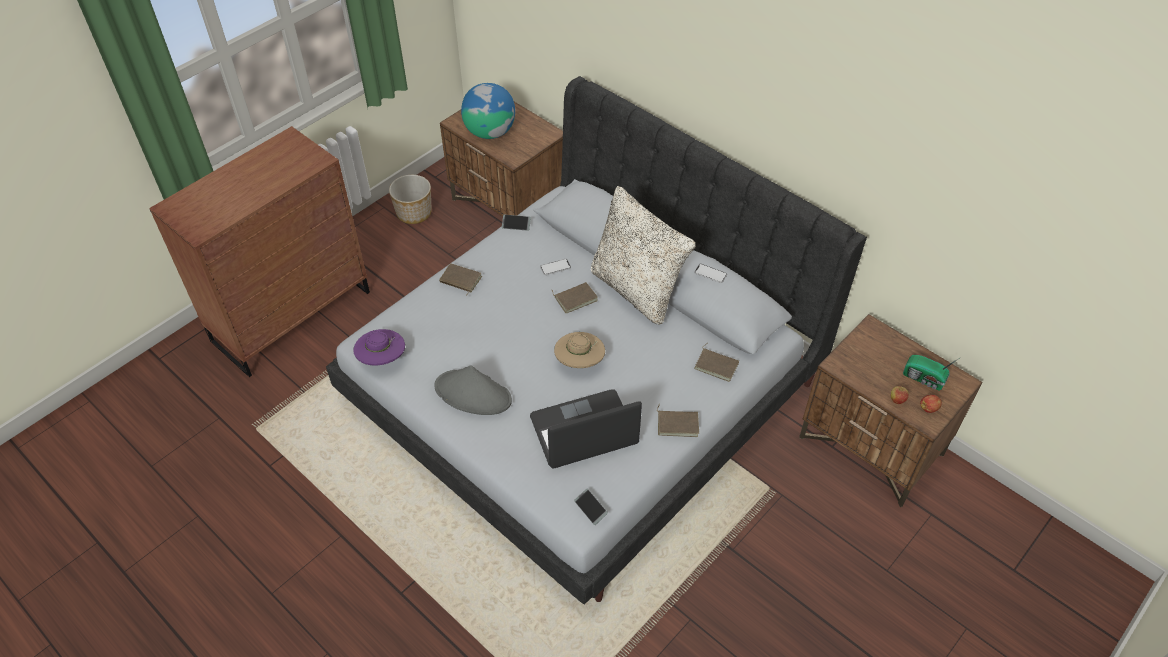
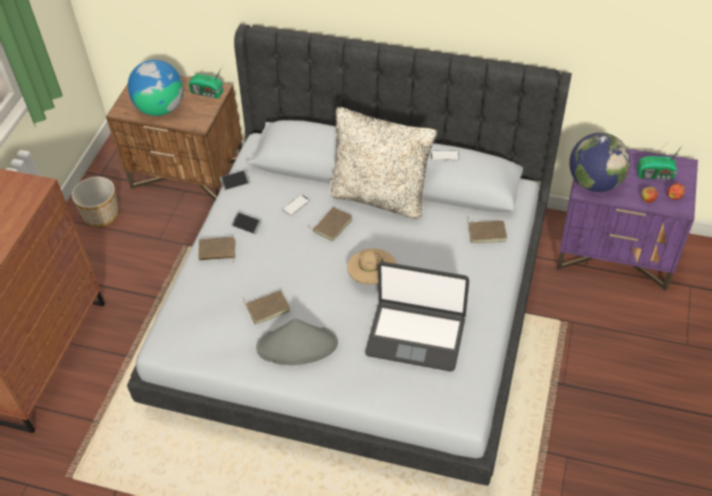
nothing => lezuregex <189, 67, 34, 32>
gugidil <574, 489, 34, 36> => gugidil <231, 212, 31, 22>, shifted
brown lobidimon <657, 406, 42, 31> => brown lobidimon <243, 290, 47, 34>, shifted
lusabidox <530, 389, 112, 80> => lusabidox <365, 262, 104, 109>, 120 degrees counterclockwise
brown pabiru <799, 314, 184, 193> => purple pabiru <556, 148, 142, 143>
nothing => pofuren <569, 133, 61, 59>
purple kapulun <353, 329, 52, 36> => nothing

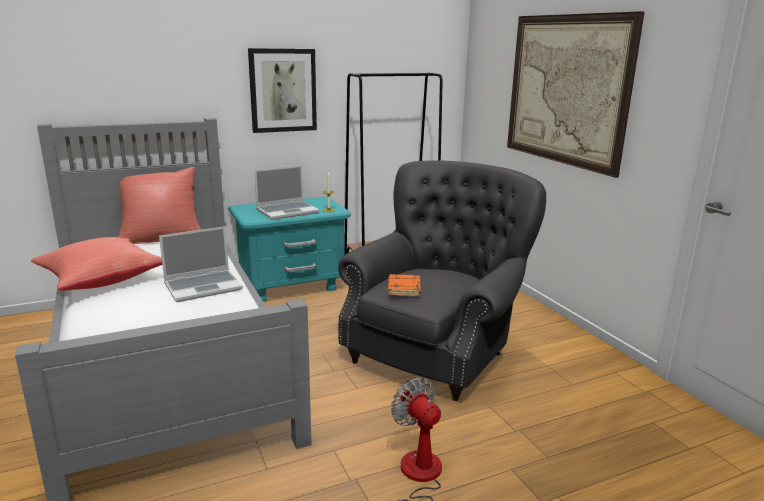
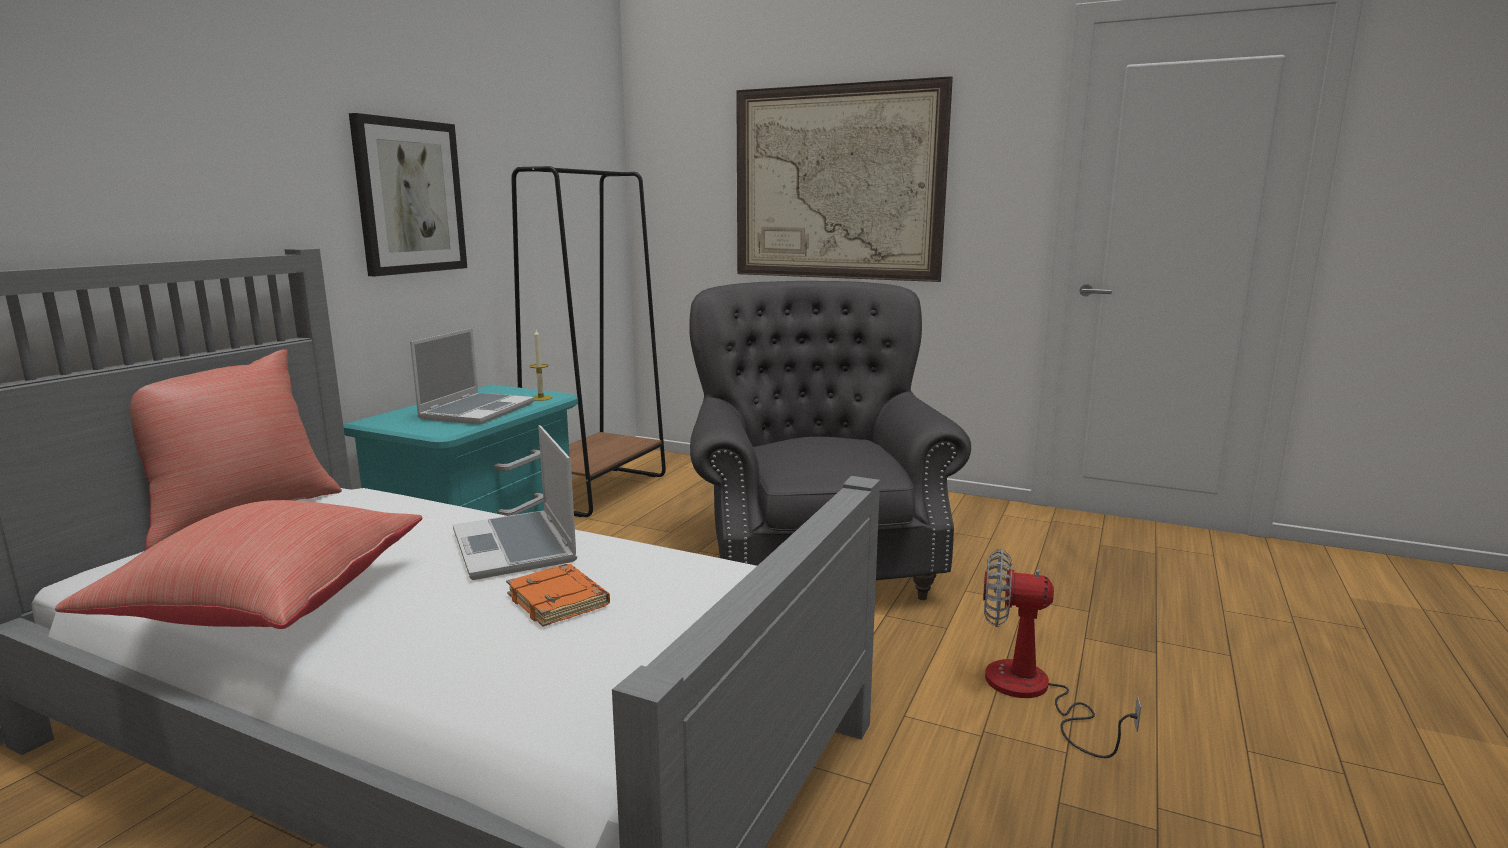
lusabidox <159, 226, 84, 76> => lusabidox <453, 425, 124, 155>, 135 degrees clockwise
orange lobidimon <388, 274, 33, 22> => orange lobidimon <506, 564, 104, 63>, shifted

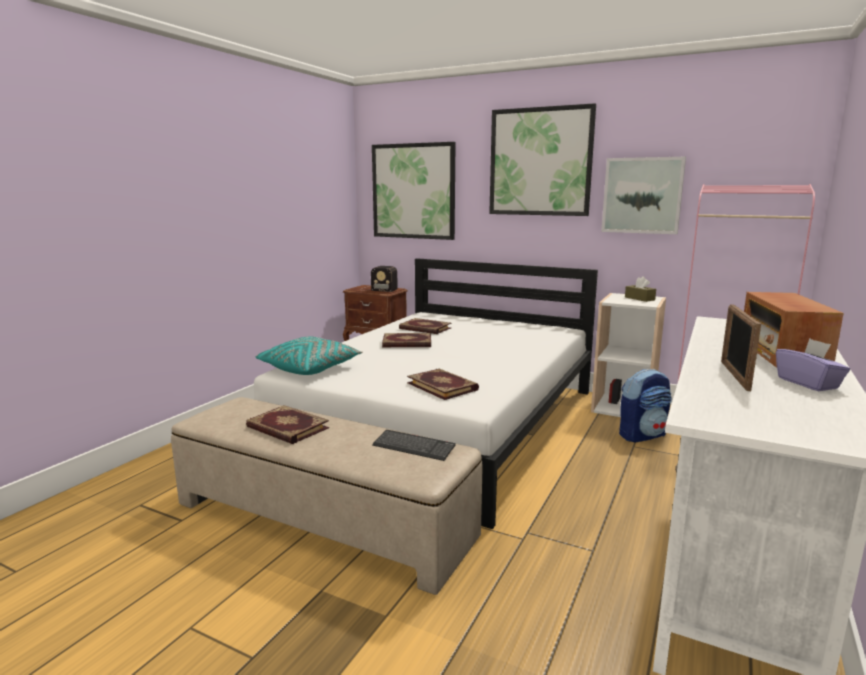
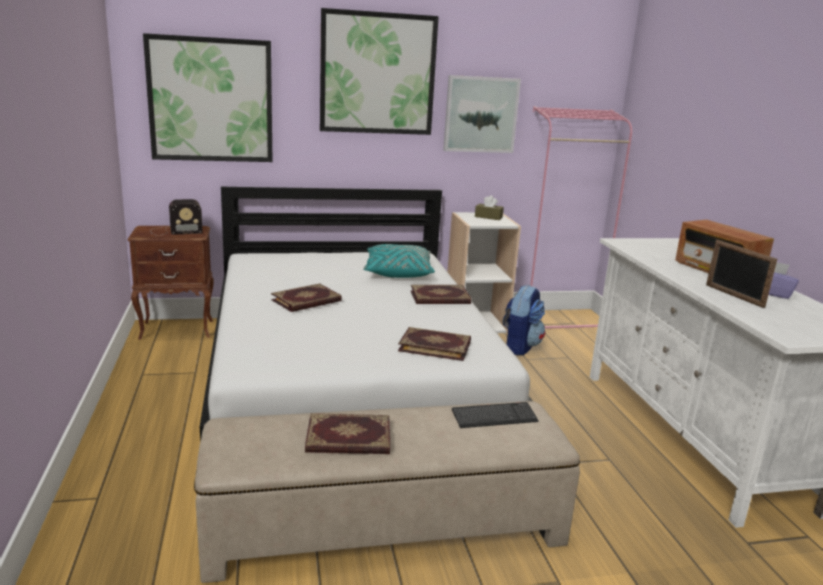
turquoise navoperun <256, 336, 107, 39> => turquoise navoperun <363, 244, 72, 34>, shifted
lobidimon <399, 318, 53, 16> => lobidimon <411, 285, 60, 19>, shifted

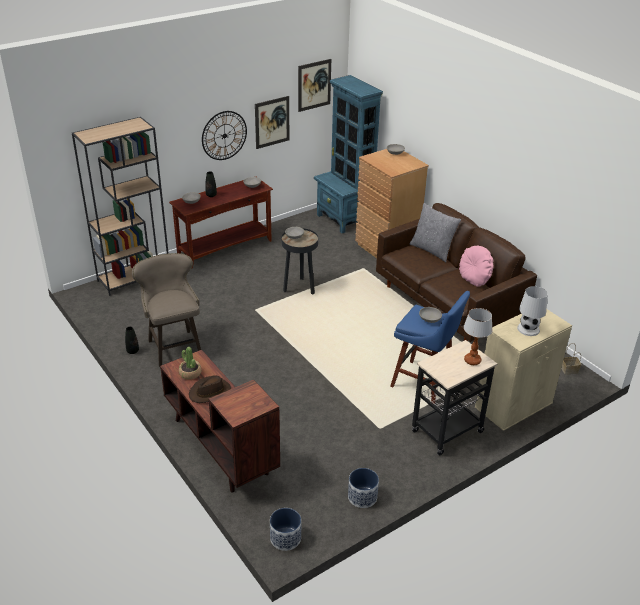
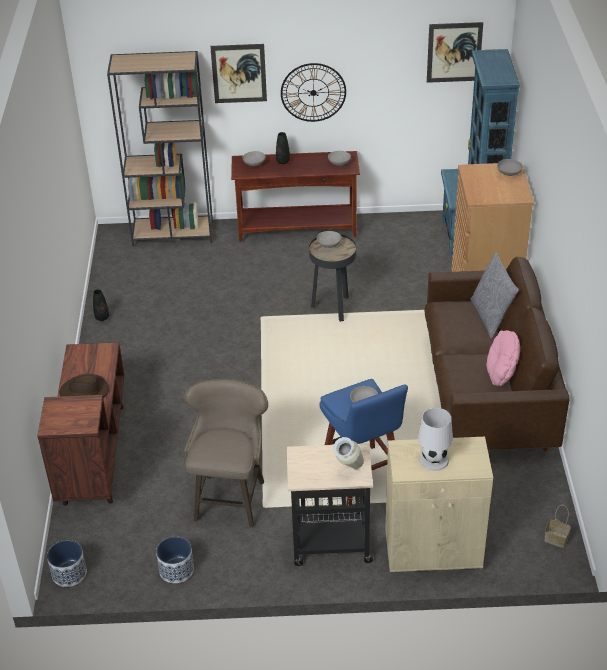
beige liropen <132, 253, 69, 114> => beige liropen <184, 379, 84, 148>, shifted
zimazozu <255, 96, 34, 53> => zimazozu <210, 44, 57, 59>, shifted
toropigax <464, 308, 29, 57> => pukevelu <333, 437, 31, 32>
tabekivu <179, 347, 23, 32> => nothing

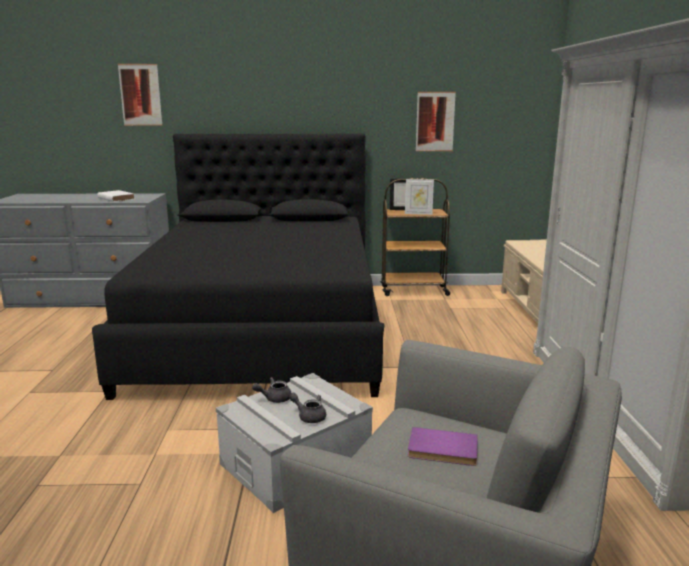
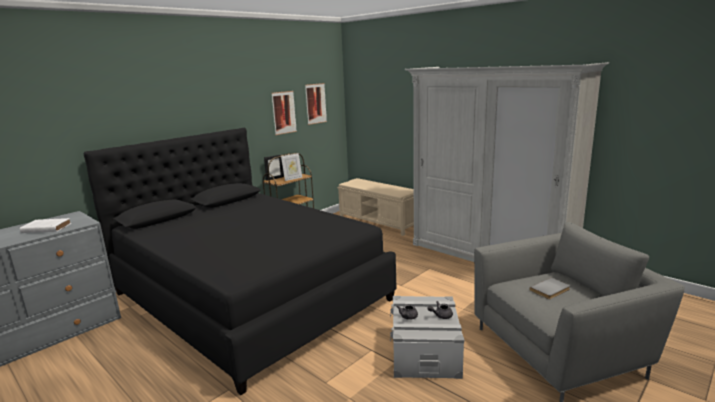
zimazozu <118, 64, 45, 62> => zimazozu <305, 83, 22, 42>, shifted
purple lobidimon <408, 427, 70, 39> => grey lobidimon <530, 278, 40, 21>

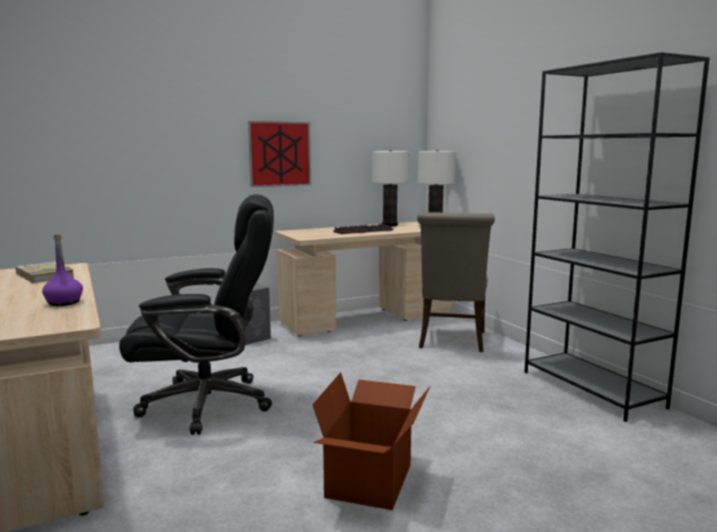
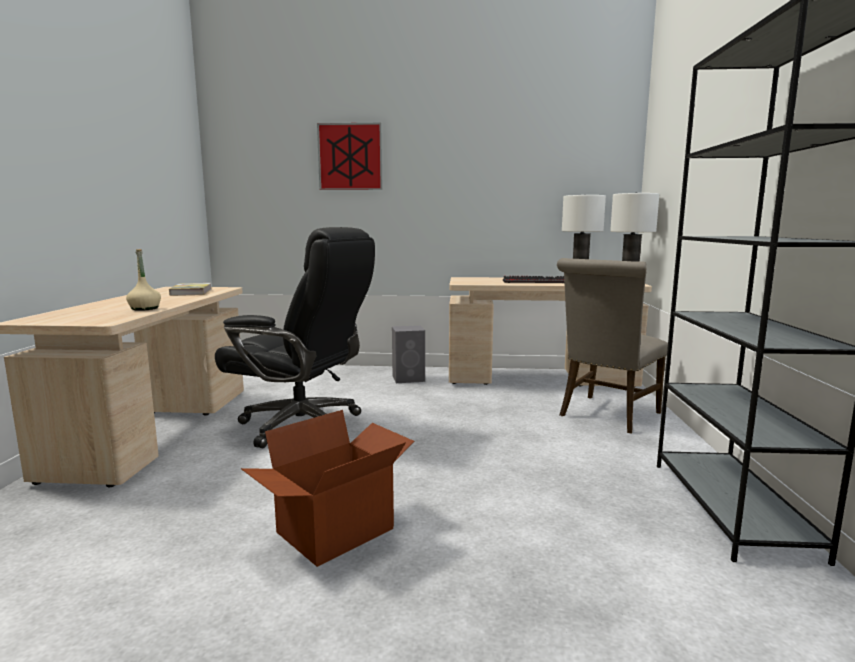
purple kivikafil <42, 233, 41, 73> => beige kivikafil <126, 249, 35, 62>
zimazozu <248, 121, 63, 66> => zimazozu <317, 123, 66, 67>, shifted

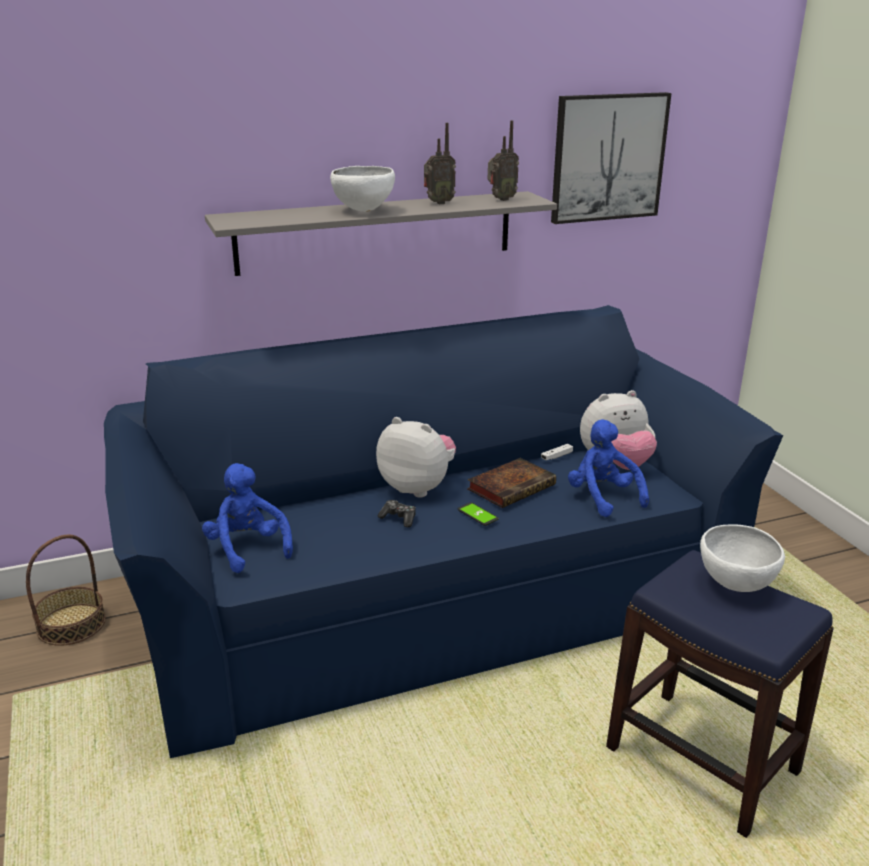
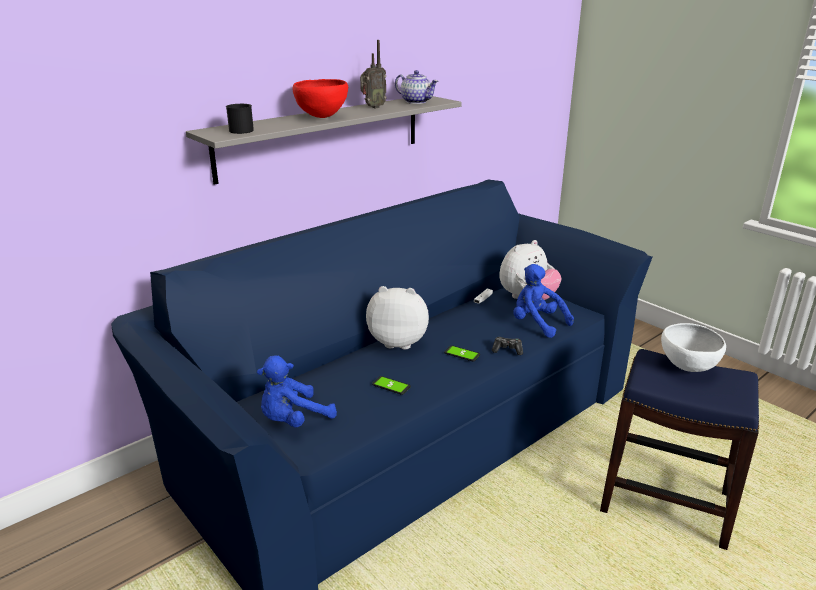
nothing => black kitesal <226, 104, 28, 30>
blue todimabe <202, 463, 91, 110> => blue todimabe <257, 355, 80, 73>, 75 degrees counterclockwise
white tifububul <330, 166, 65, 46> => red tifububul <293, 79, 55, 39>
nothing => gugidil <372, 376, 39, 19>
lezuregex <488, 120, 31, 81> => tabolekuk <395, 70, 43, 34>
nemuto <378, 500, 38, 27> => nemuto <492, 337, 31, 18>, shifted
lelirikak <26, 535, 80, 111> => nothing
lobidimon <467, 458, 89, 50> => nothing
zimazozu <551, 92, 121, 132> => nothing

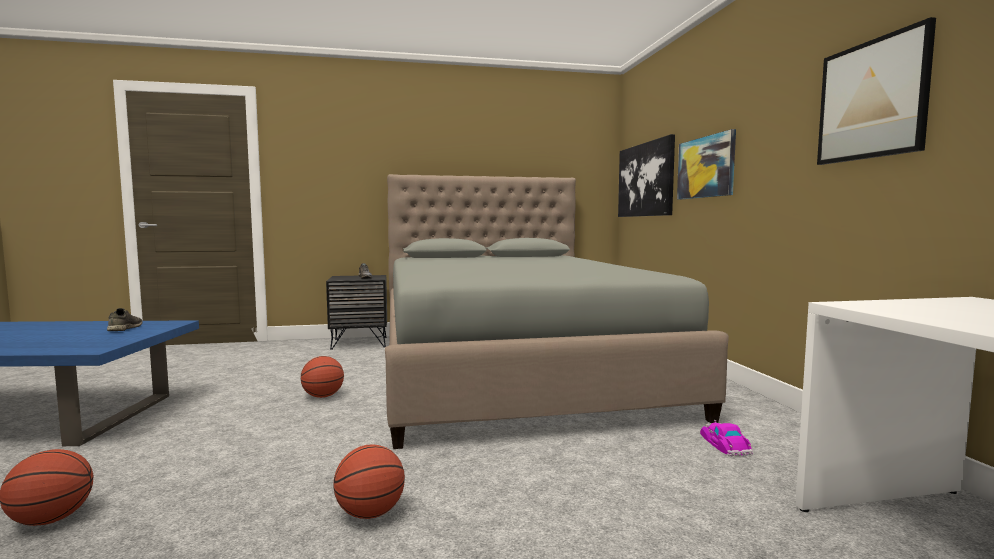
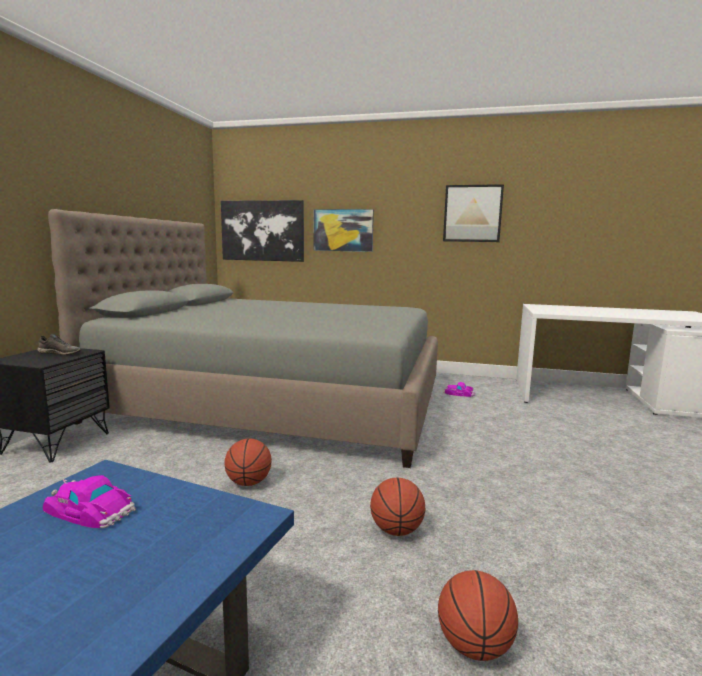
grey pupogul <107, 308, 36, 23> => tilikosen <43, 475, 93, 53>
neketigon <333, 444, 72, 75> => neketigon <370, 478, 55, 58>, shifted

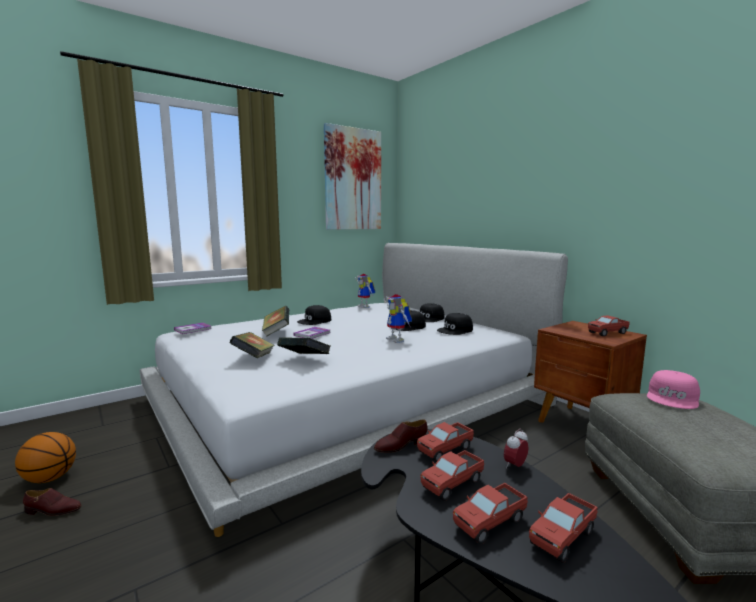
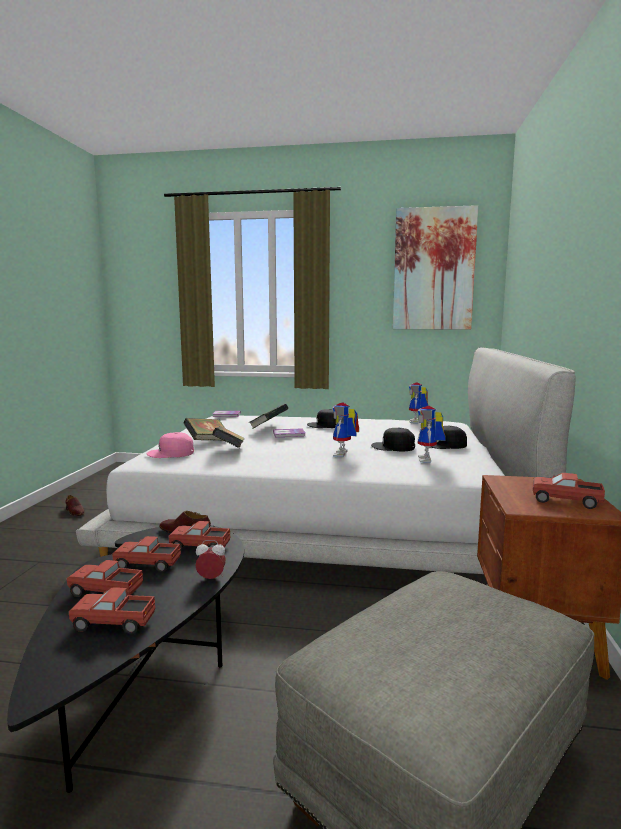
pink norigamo <647, 370, 53, 39> => pink norigamo <147, 432, 47, 26>, shifted
black norigamo <437, 313, 36, 22> => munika <418, 406, 28, 57>
neketigon <15, 432, 61, 51> => nothing

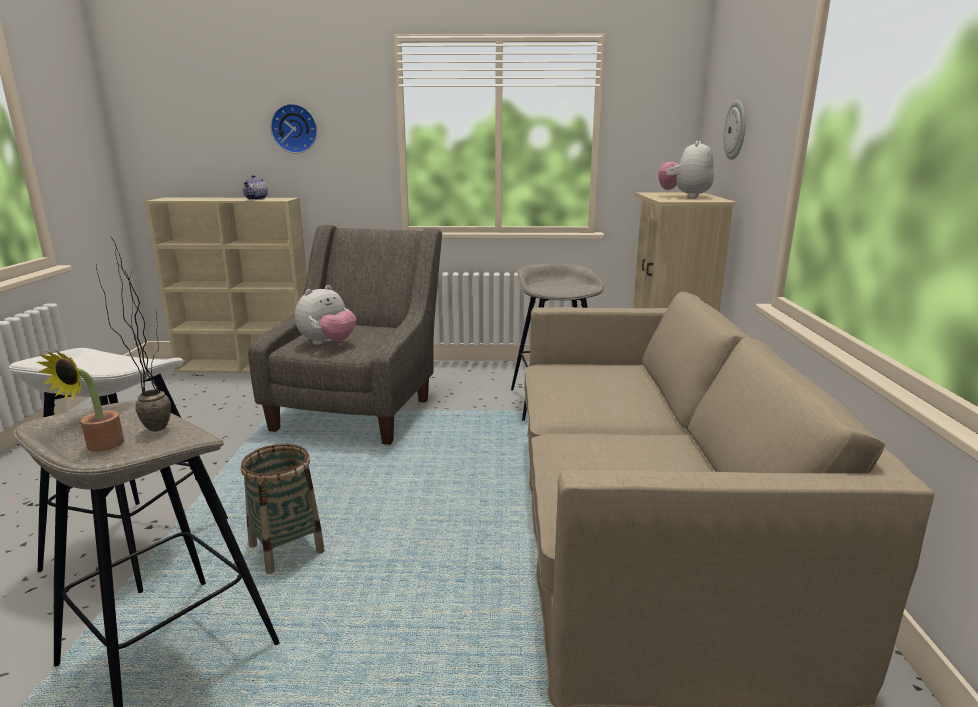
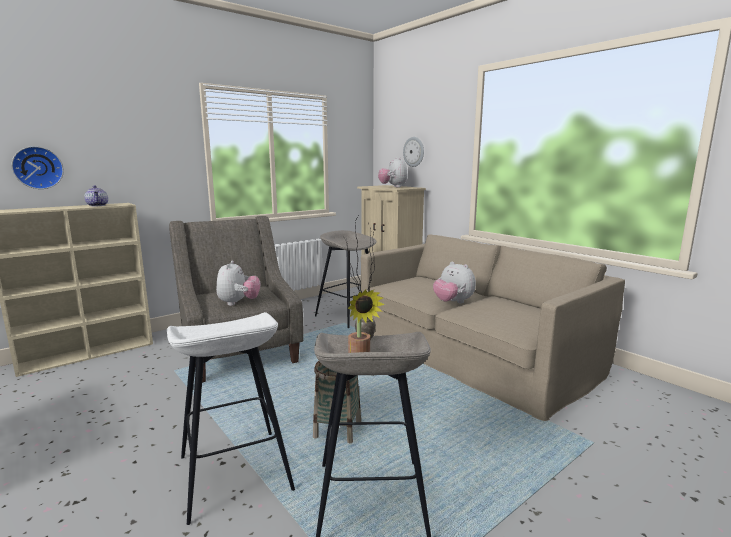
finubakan <270, 104, 47, 50> => finubakan <11, 146, 53, 43>, shifted
nothing => todimabe <433, 261, 43, 43>

